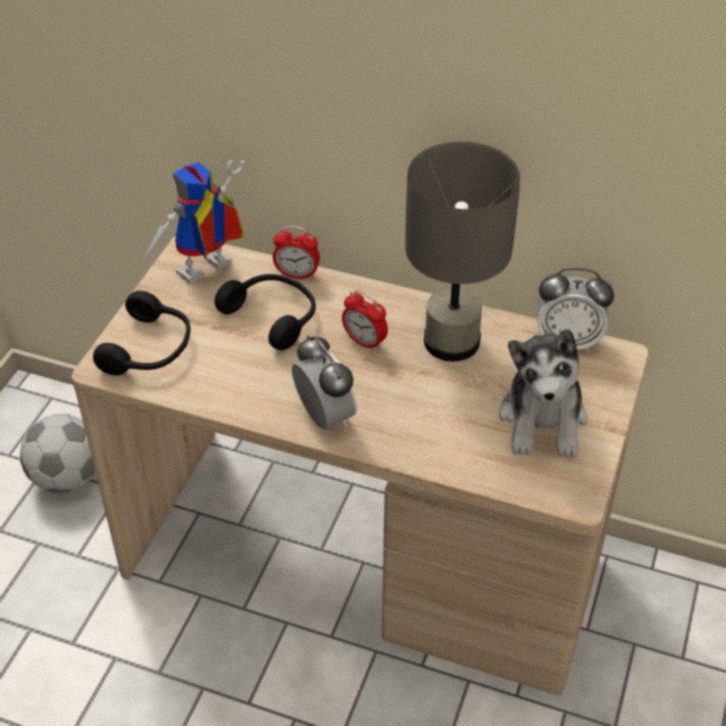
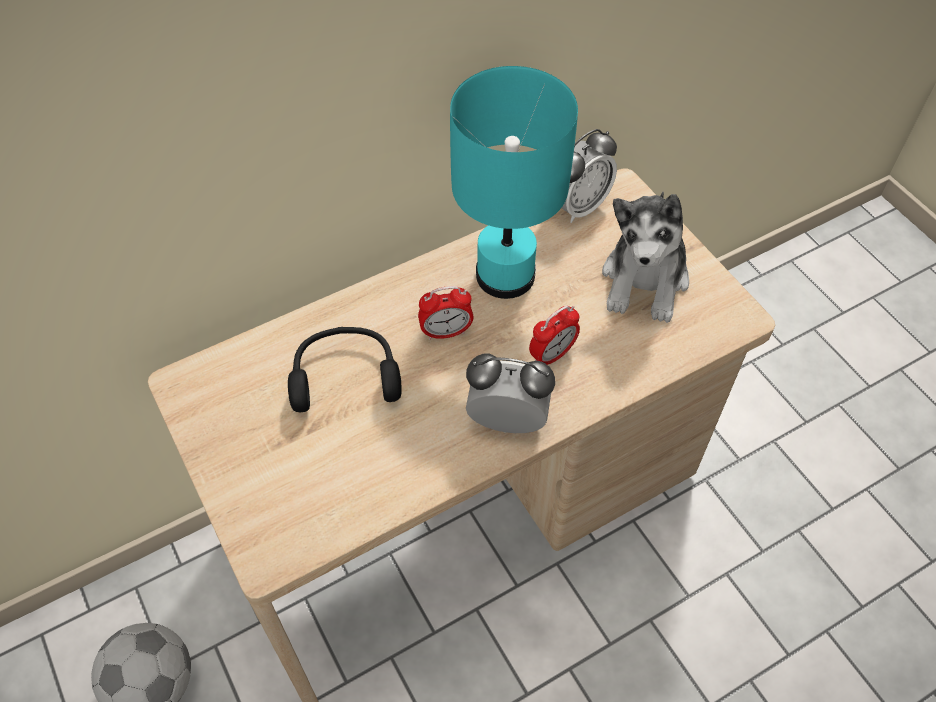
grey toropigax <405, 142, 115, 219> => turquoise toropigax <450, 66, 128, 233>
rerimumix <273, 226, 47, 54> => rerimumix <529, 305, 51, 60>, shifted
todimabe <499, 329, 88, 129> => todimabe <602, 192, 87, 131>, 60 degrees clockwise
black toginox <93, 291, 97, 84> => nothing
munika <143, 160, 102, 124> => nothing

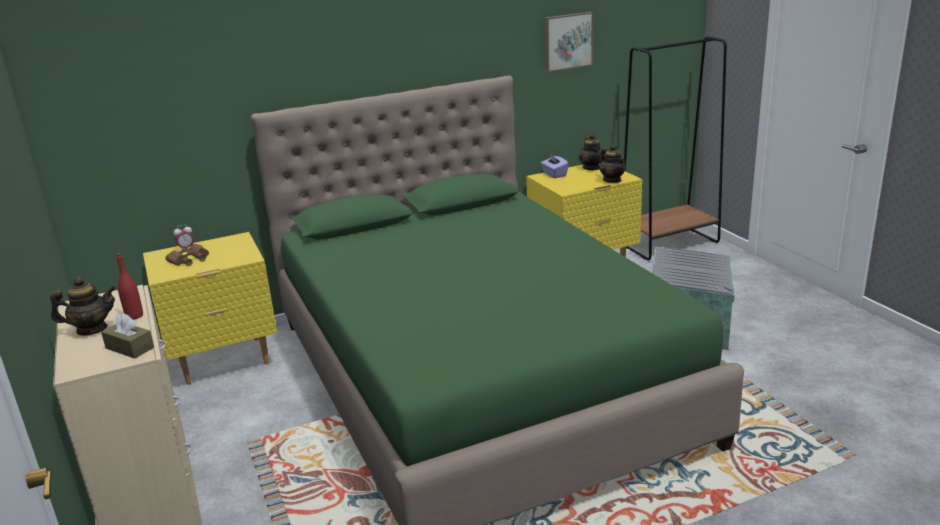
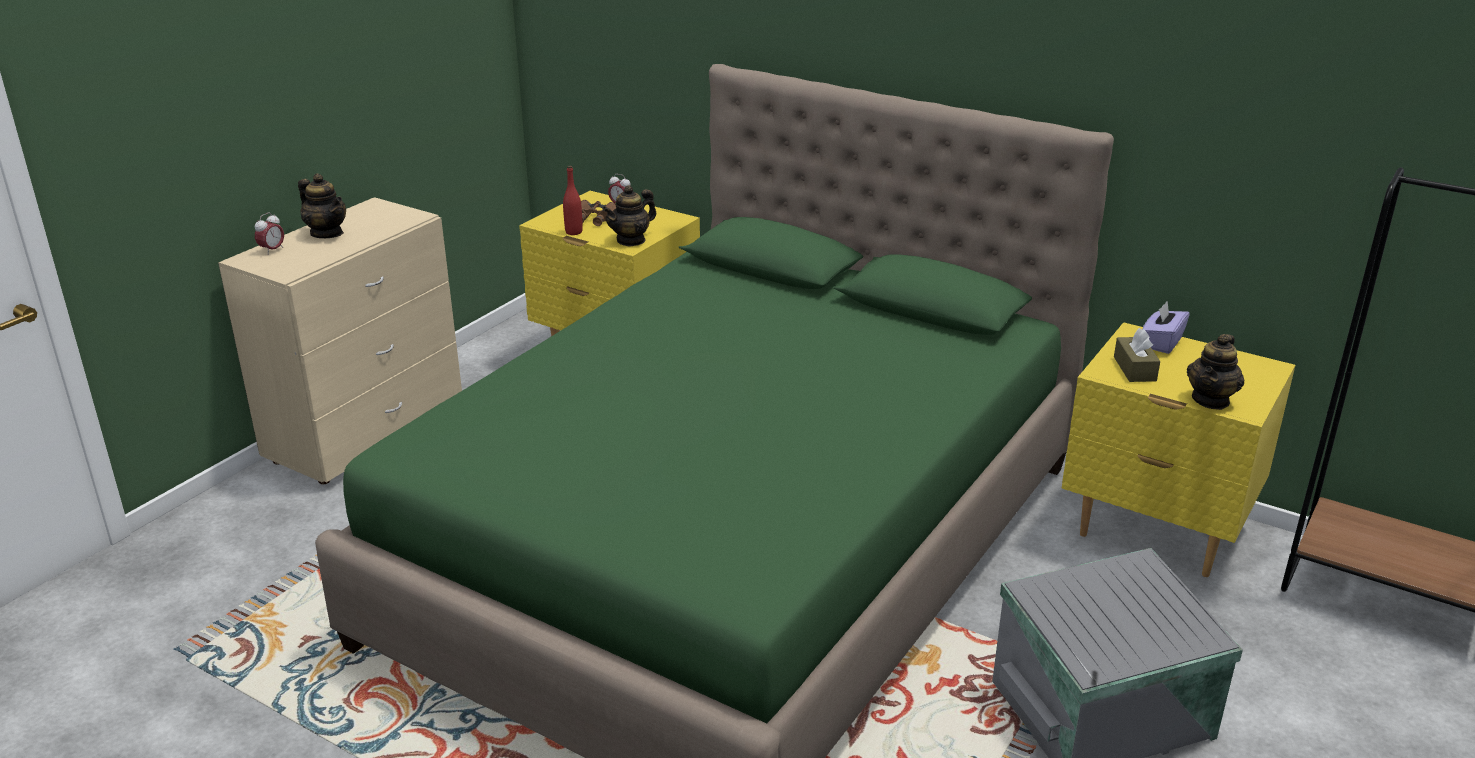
nothing => rerimumix <255, 213, 29, 42>
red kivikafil <116, 253, 27, 67> => red kivikafil <563, 166, 20, 69>, shifted
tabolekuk <579, 134, 22, 36> => tabolekuk <602, 185, 54, 62>, shifted
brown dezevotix <101, 313, 53, 46> => brown dezevotix <1114, 328, 46, 54>, shifted
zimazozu <544, 12, 50, 60> => nothing

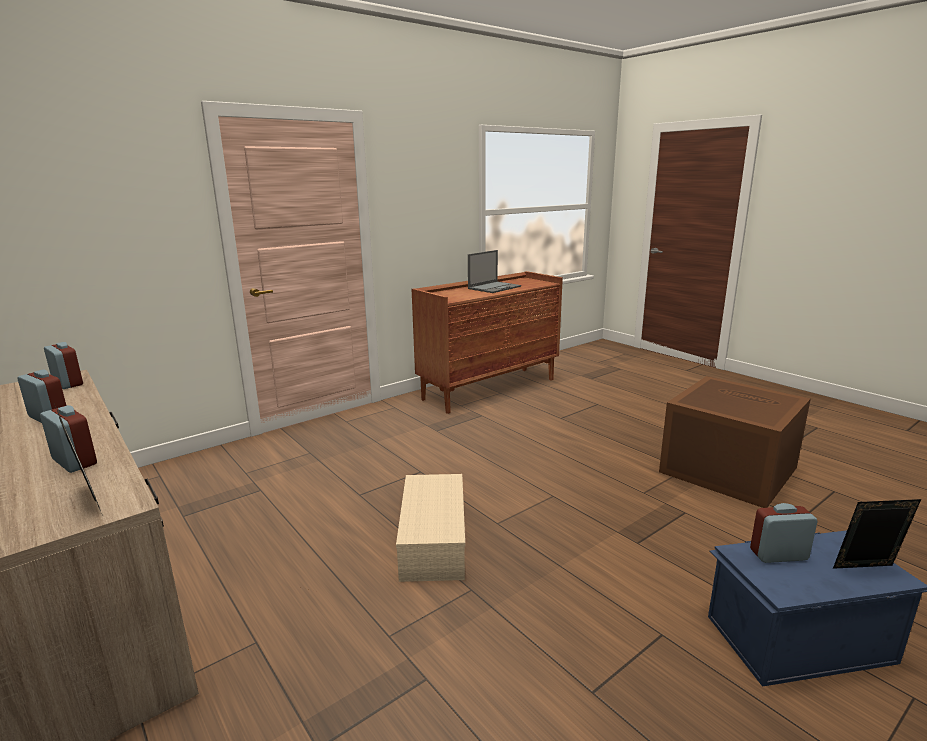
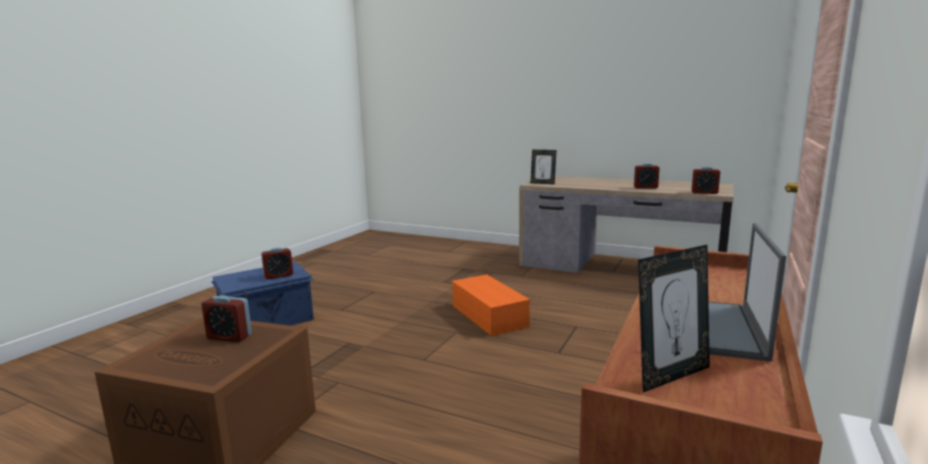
rerimumix <40, 405, 57, 68> => rerimumix <201, 295, 51, 47>, shifted
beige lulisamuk <396, 474, 69, 108> => orange lulisamuk <452, 274, 78, 62>
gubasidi <833, 499, 88, 70> => gubasidi <638, 244, 72, 148>, shifted

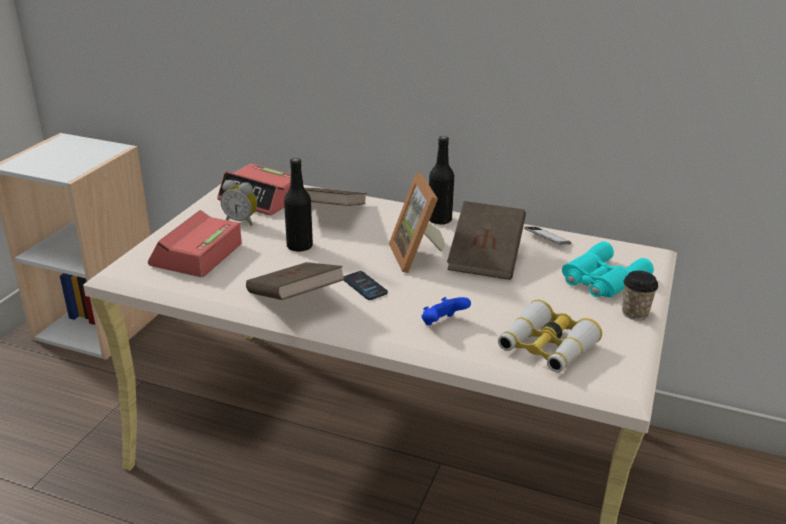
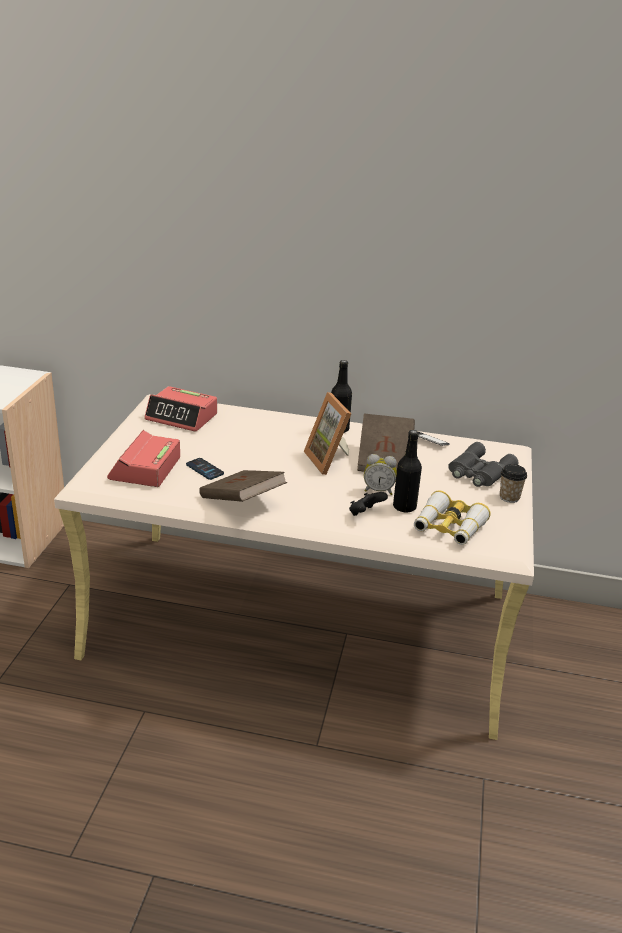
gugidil <344, 271, 44, 29> => gugidil <186, 458, 38, 22>, shifted
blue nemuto <421, 297, 50, 28> => black nemuto <349, 492, 39, 24>
rerimumix <220, 180, 37, 45> => rerimumix <364, 454, 33, 41>, shifted
black kivikafil <284, 158, 29, 94> => black kivikafil <393, 430, 29, 83>, shifted
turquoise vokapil <562, 241, 92, 56> => grey vokapil <448, 442, 71, 45>
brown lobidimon <304, 188, 63, 18> => nothing

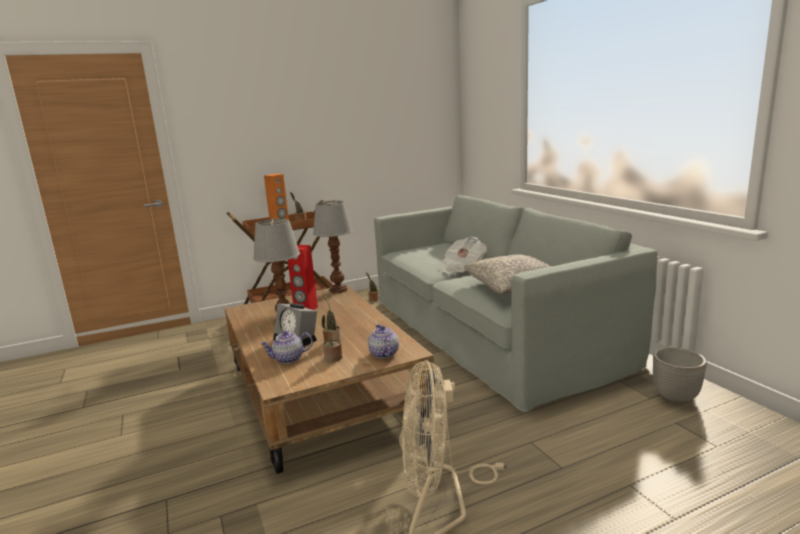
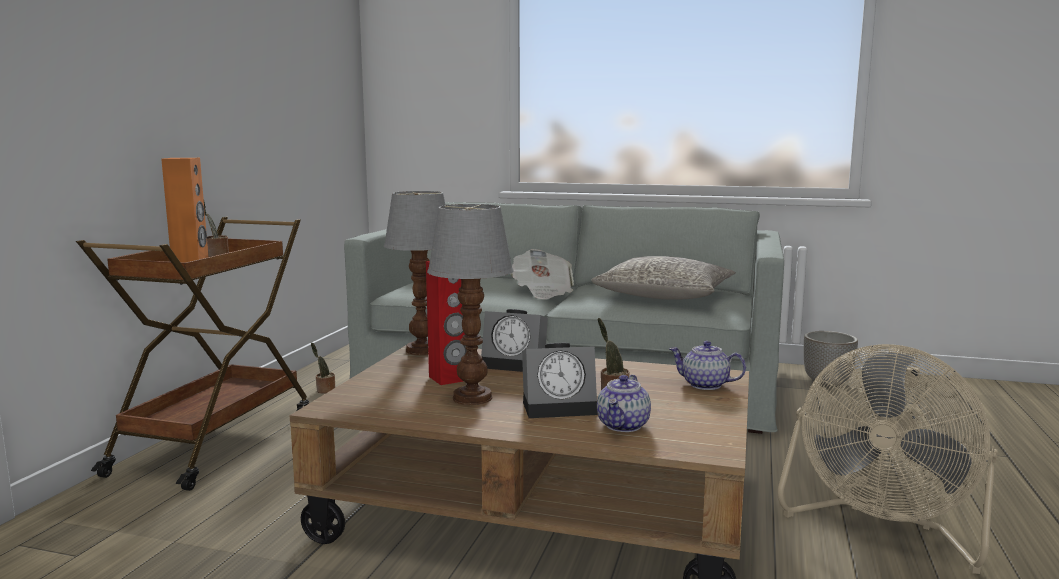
nothing => rerimumix <481, 309, 67, 63>
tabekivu <321, 315, 22, 47> => nothing

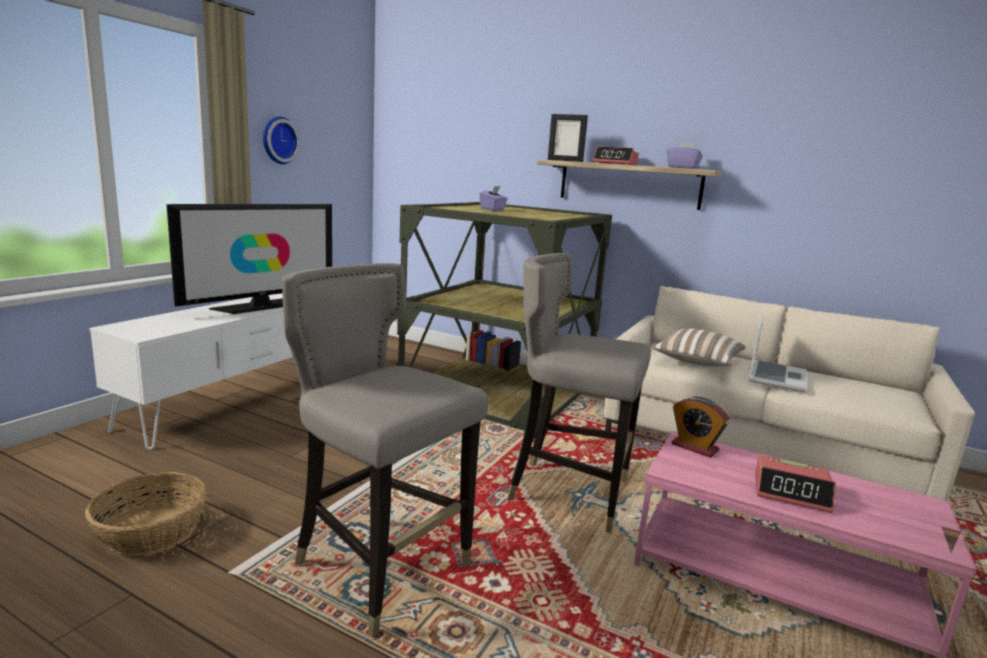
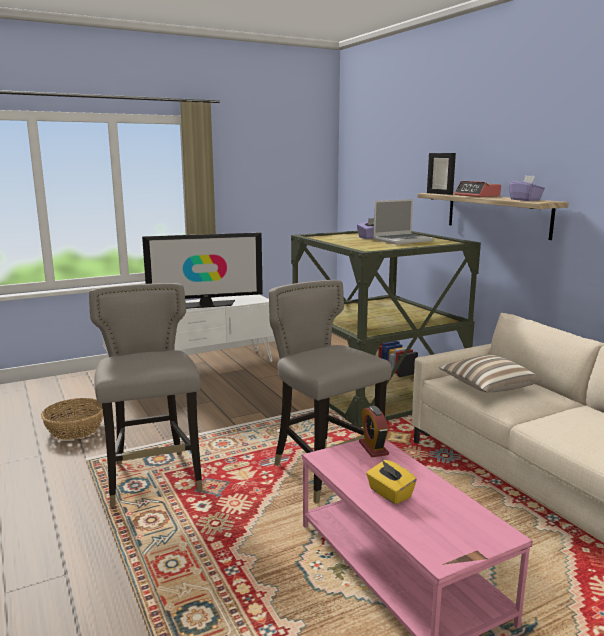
rerimumix <755, 455, 81, 58> => yellow dezevotix <366, 460, 51, 44>
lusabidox <748, 315, 59, 77> => lusabidox <373, 199, 61, 45>, shifted
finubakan <263, 117, 37, 47> => nothing

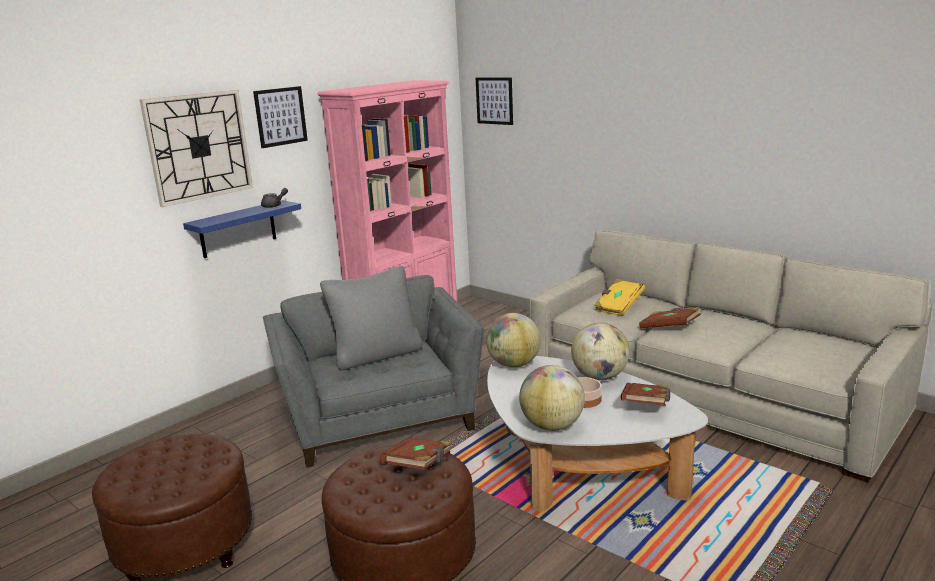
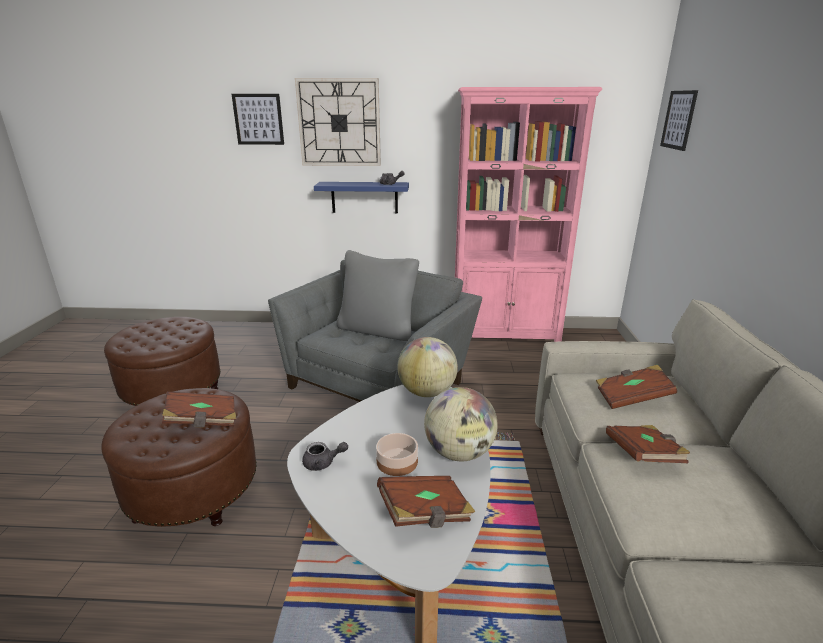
zimazozu <253, 86, 55, 62> => zimazozu <231, 94, 53, 51>, shifted
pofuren <519, 365, 66, 66> => grey tabolekuk <302, 442, 46, 29>
yellow lobidimon <594, 279, 51, 37> => brown lobidimon <596, 365, 81, 44>

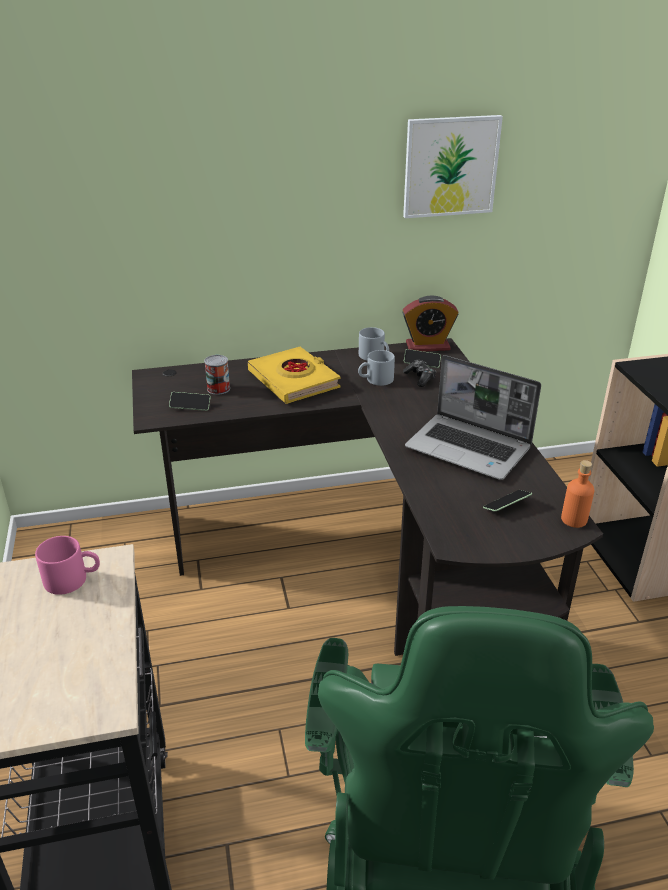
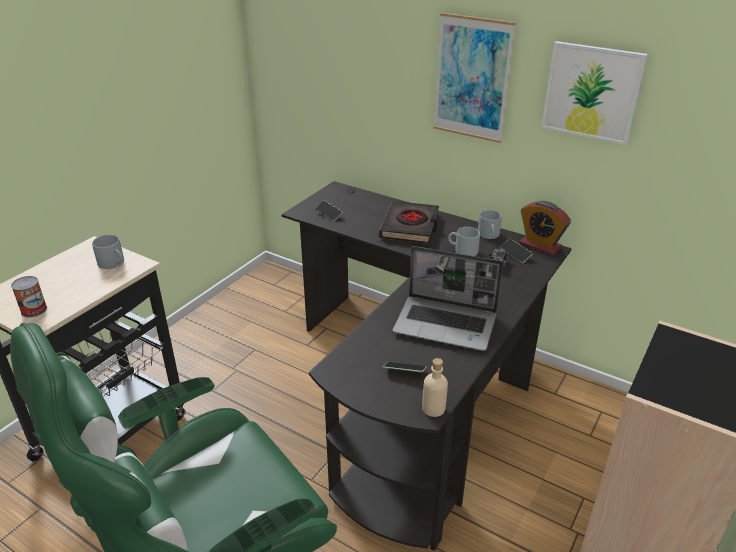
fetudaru <204, 355, 26, 40> => fetudaru <11, 276, 36, 42>, shifted
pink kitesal <35, 536, 65, 59> => grey kitesal <92, 235, 32, 34>
yellow lobidimon <248, 347, 93, 57> => black lobidimon <379, 201, 60, 43>
lusabidox <405, 355, 136, 125> => lusabidox <393, 246, 110, 105>, 60 degrees counterclockwise
orange kivikafil <561, 460, 33, 68> => beige kivikafil <422, 358, 26, 59>
nothing => zimazozu <433, 13, 83, 130>

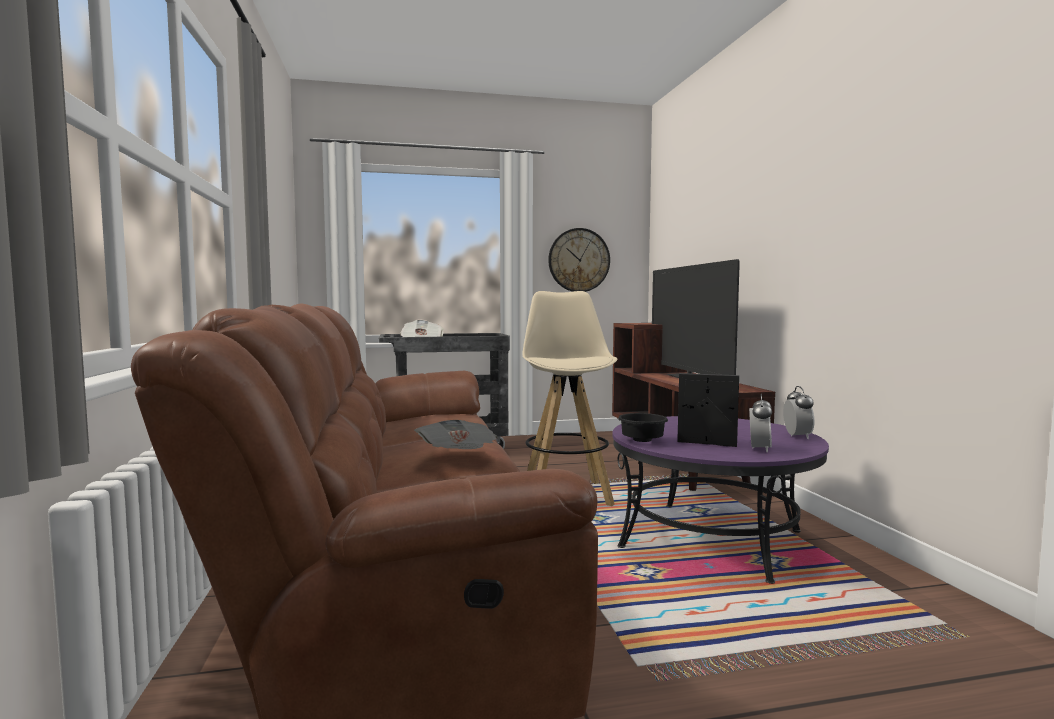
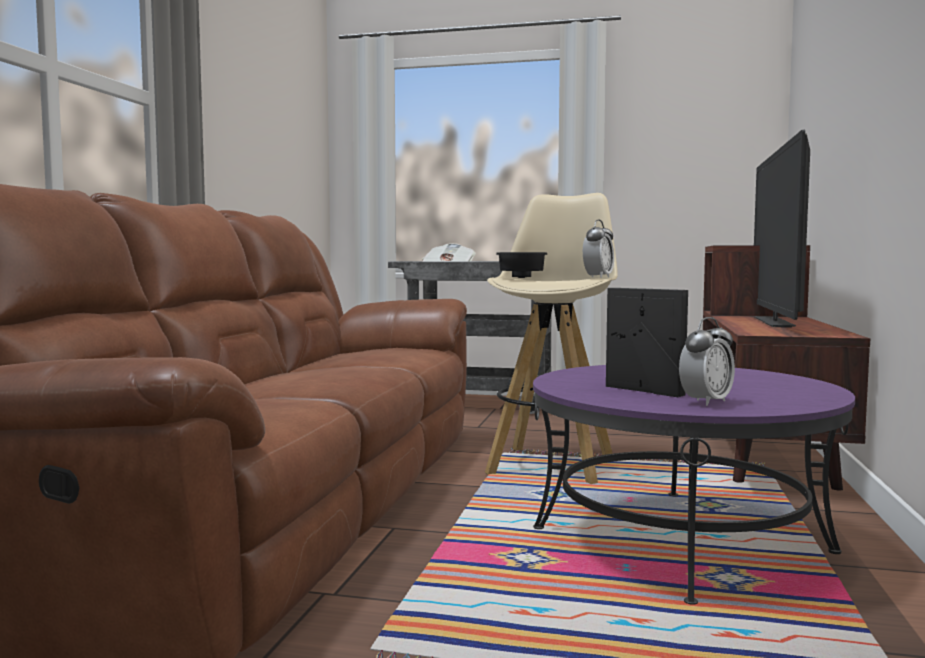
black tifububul <618, 413, 50, 29> => black tifububul <496, 252, 52, 26>, shifted
rerimumix <783, 386, 31, 53> => rerimumix <583, 219, 31, 59>, shifted
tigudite <414, 420, 84, 29> => nothing
finubakan <548, 228, 62, 64> => nothing

